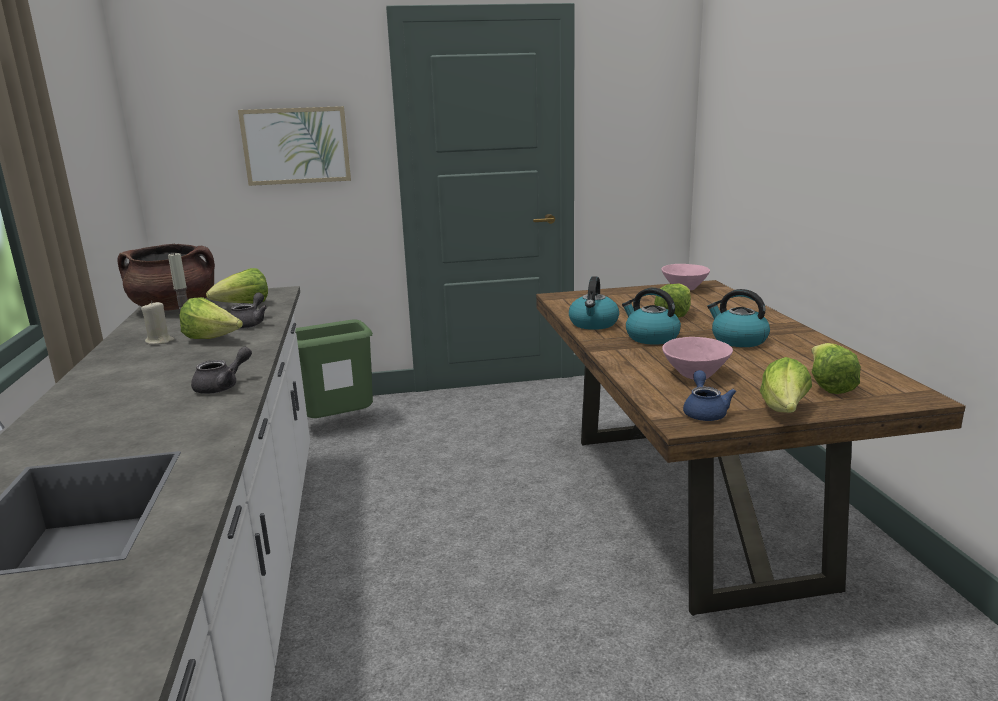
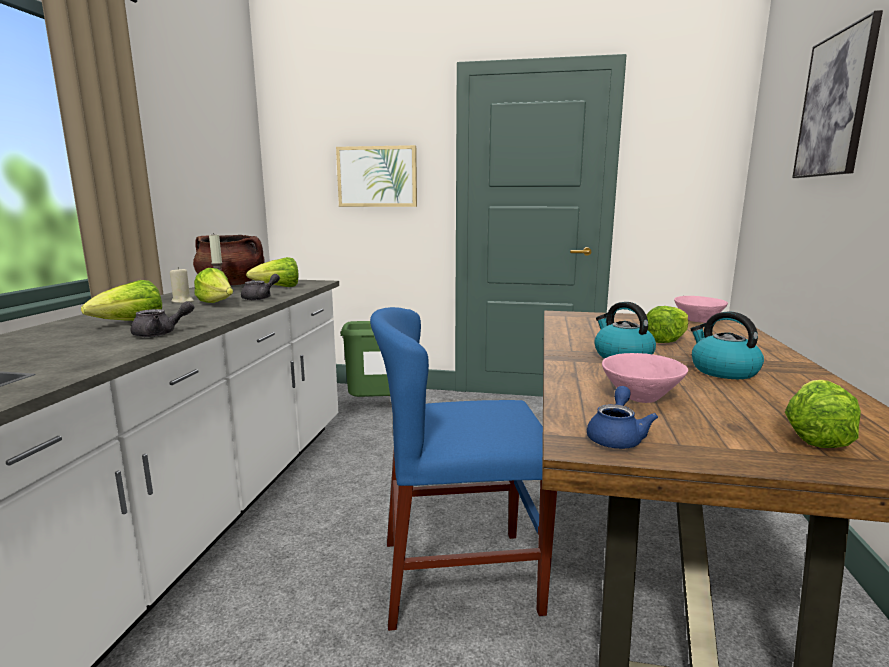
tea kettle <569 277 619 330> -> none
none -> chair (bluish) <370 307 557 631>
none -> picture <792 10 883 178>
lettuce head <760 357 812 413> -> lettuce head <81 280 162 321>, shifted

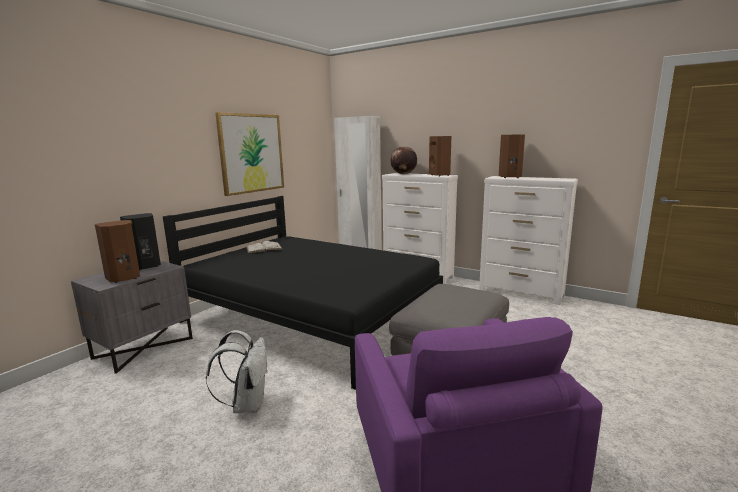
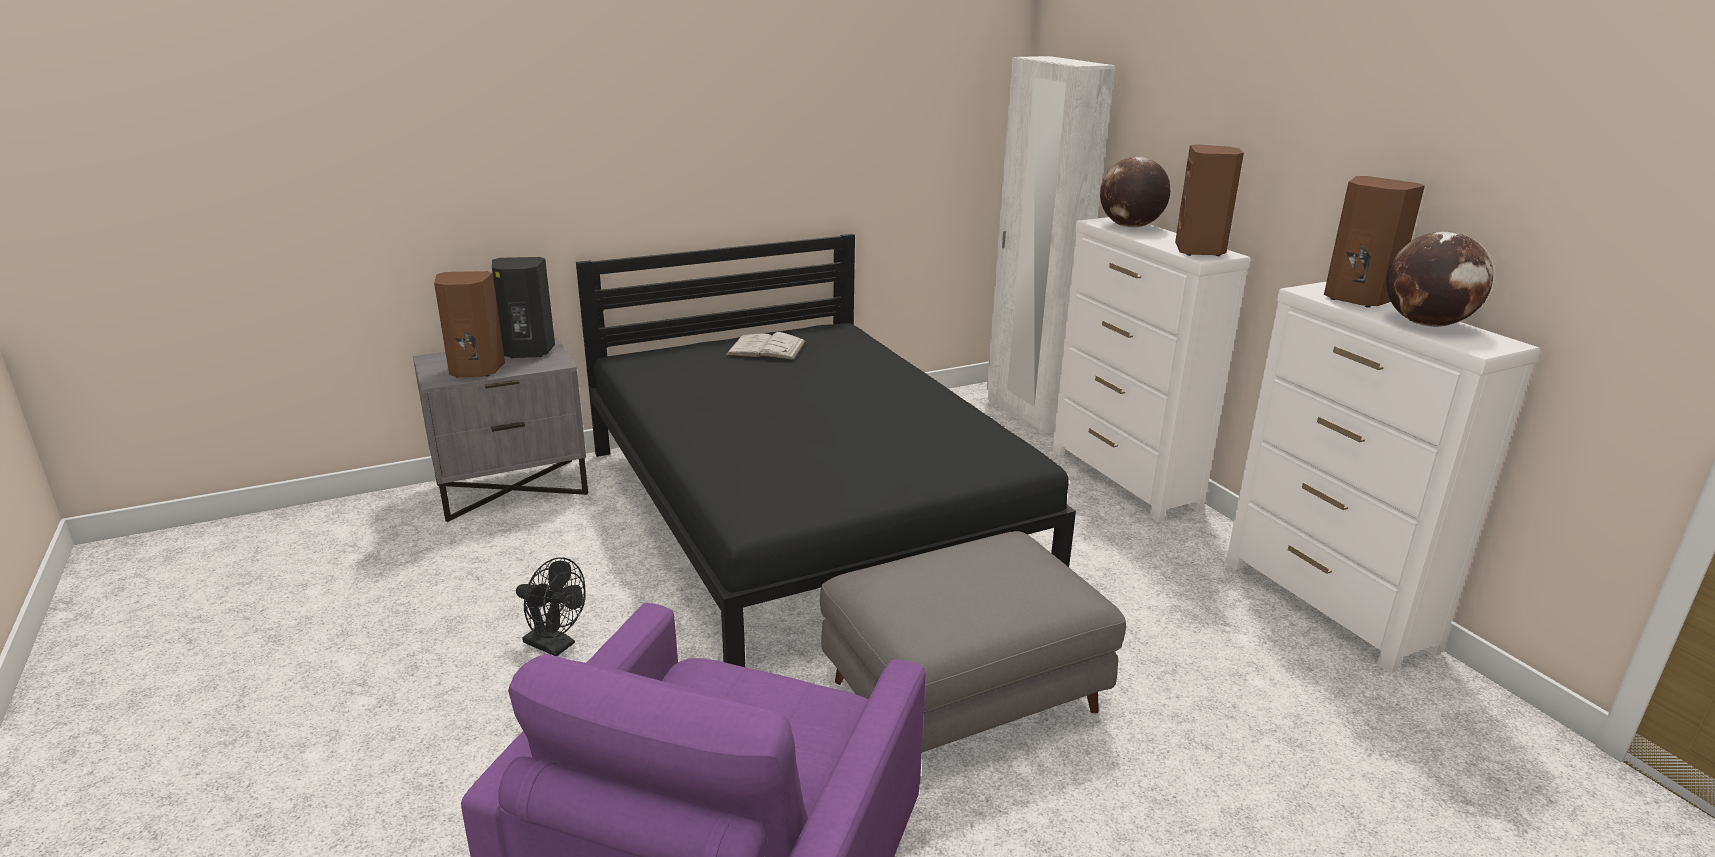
picture <215 112 284 196> -> none
none -> world globe <1386 232 1493 327>
backpack (white-coloured) <206 330 268 413> -> cooling fan (black-coloured) <516 557 586 656>

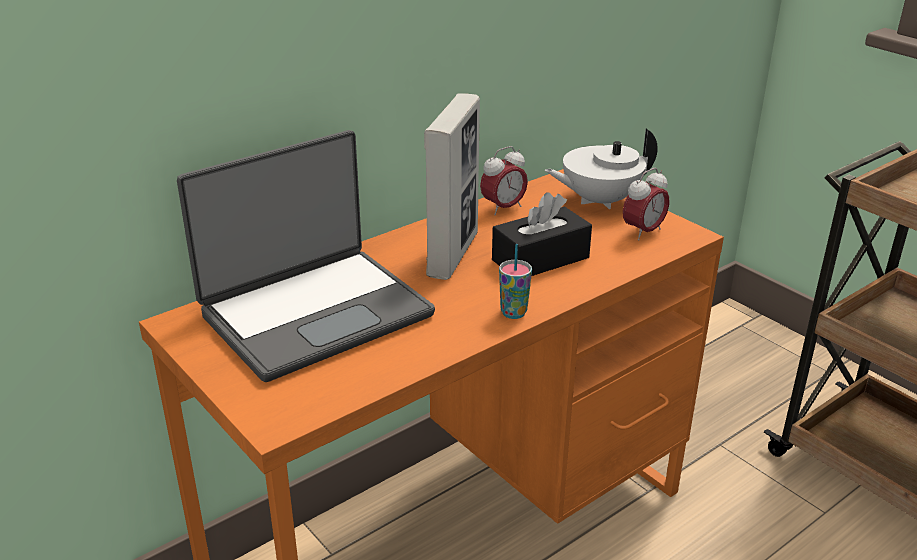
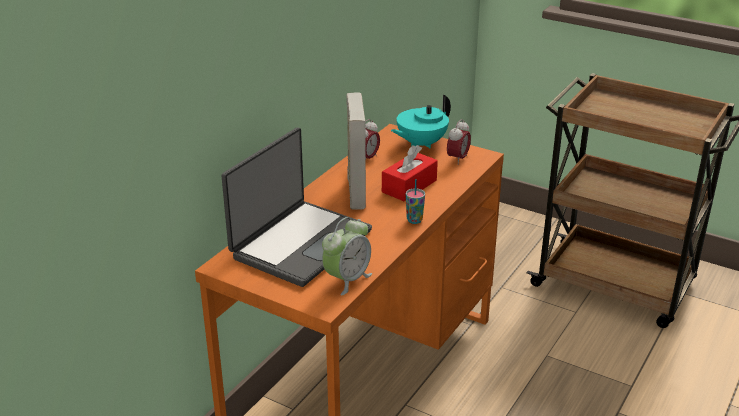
none -> alarm clock <322 217 372 295>
tissue holder (black-coloured) <492 192 592 276> -> tissue holder (red-coloured) <382 145 438 202>
tea pot (white-coloured) <544 129 658 209> -> tea pot (blue-green) <391 95 451 148>

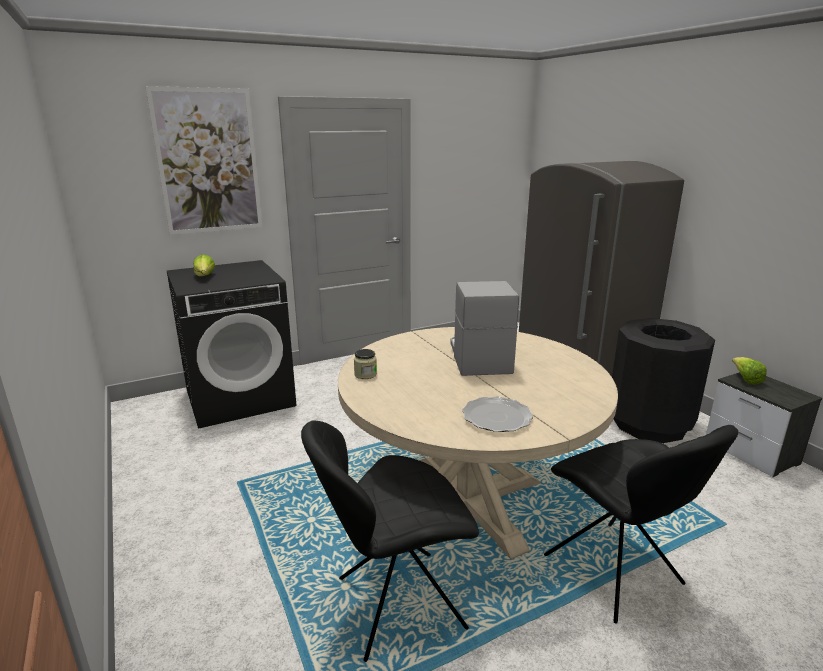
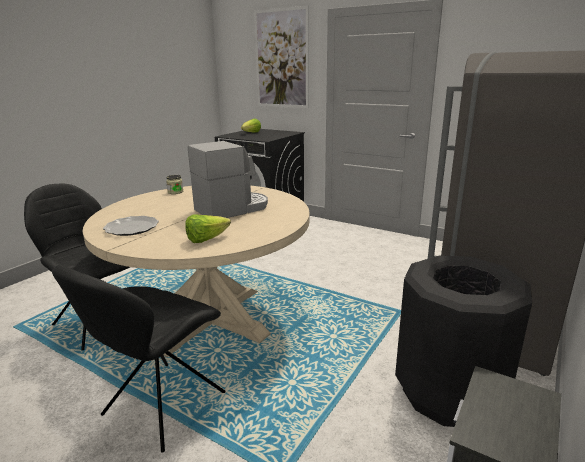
lettuce head <732 357 767 385> -> lettuce head <185 215 231 243>, shifted

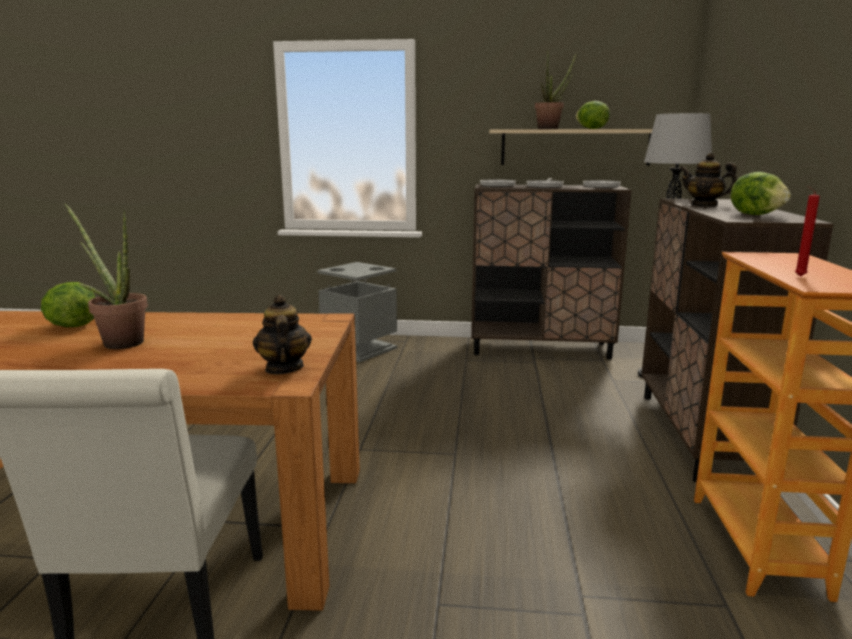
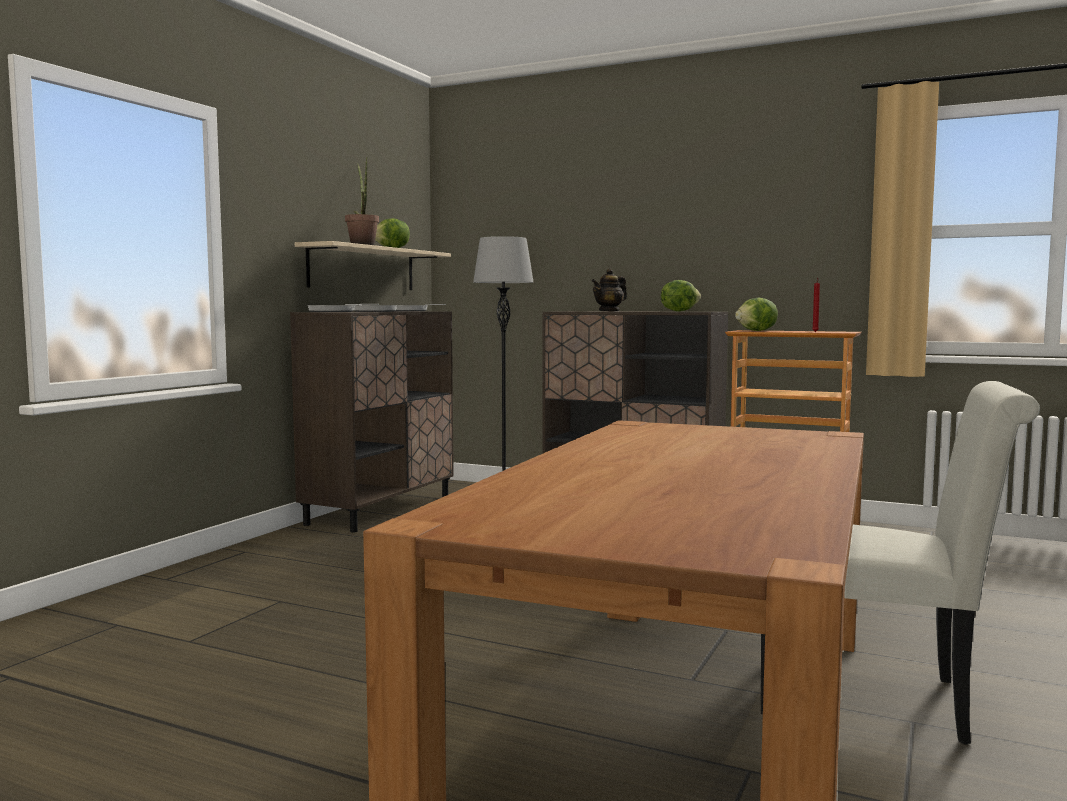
houseplant <65 203 148 349> -> none
tea pot <253 294 312 374> -> none
rubbish bin (greyish) <317 262 397 362> -> none
lettuce head <41 282 95 327> -> lettuce head <735 298 778 331>, shifted

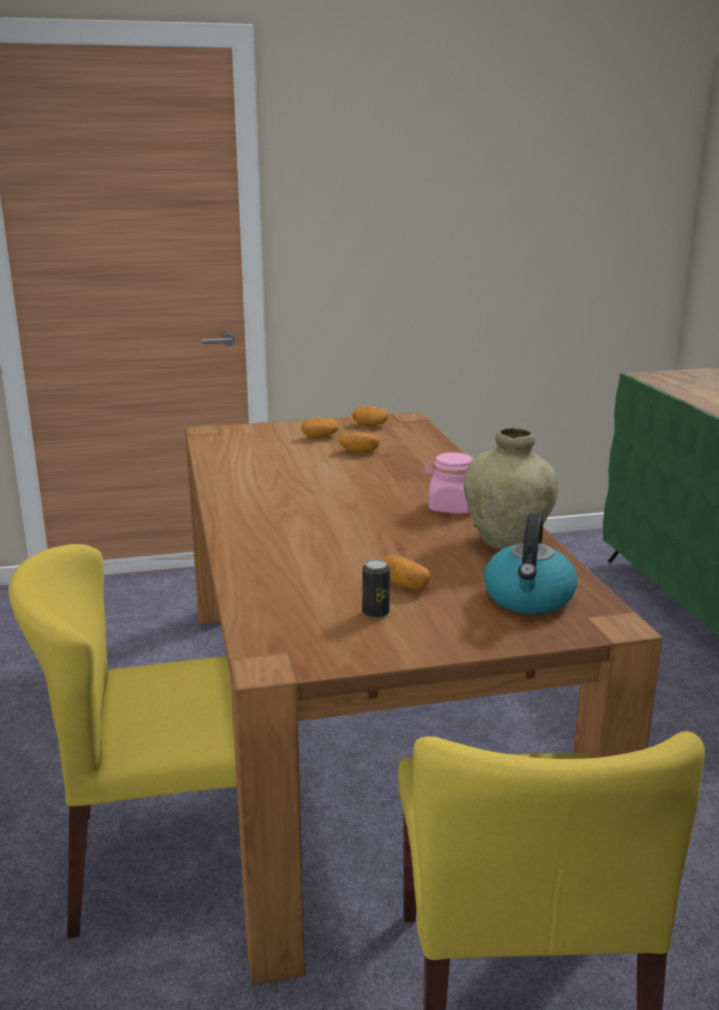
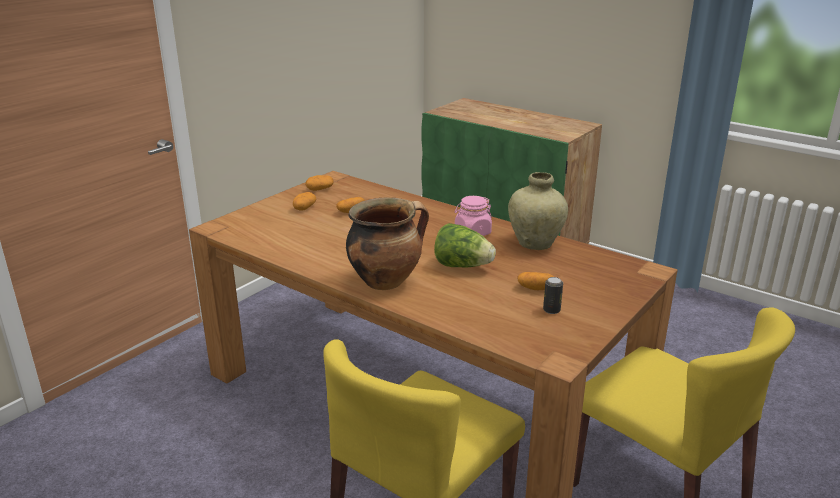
tea kettle <484 513 578 614> -> none
none -> cooking pot <346 197 429 290>
none -> lettuce head <434 223 496 267>

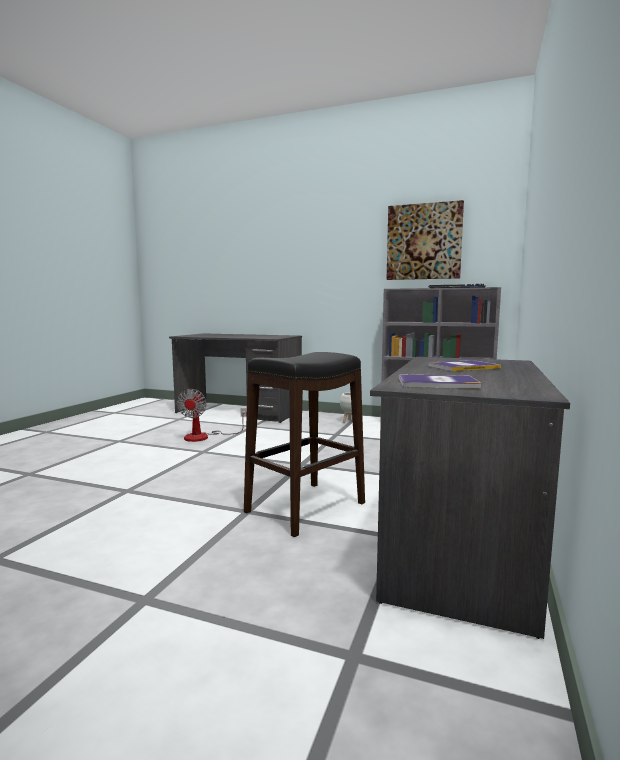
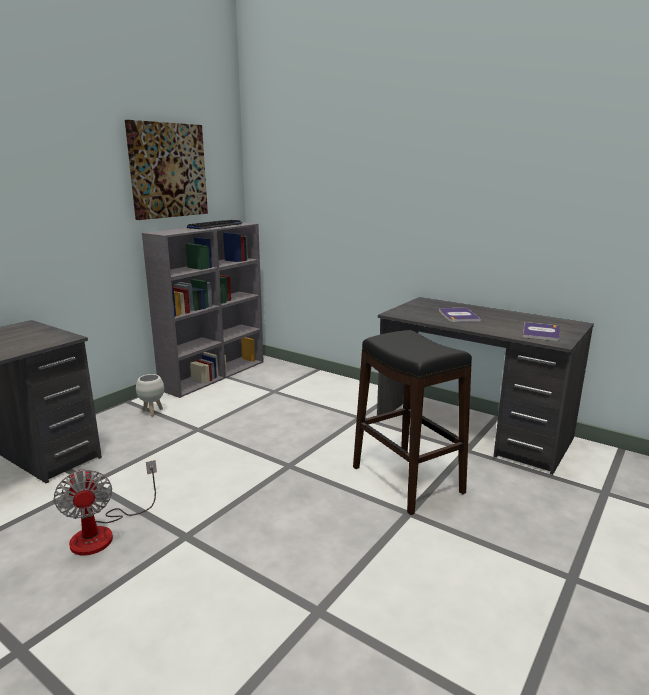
cooling fan <177 389 247 442> -> cooling fan <53 460 157 556>, 45 degrees clockwise

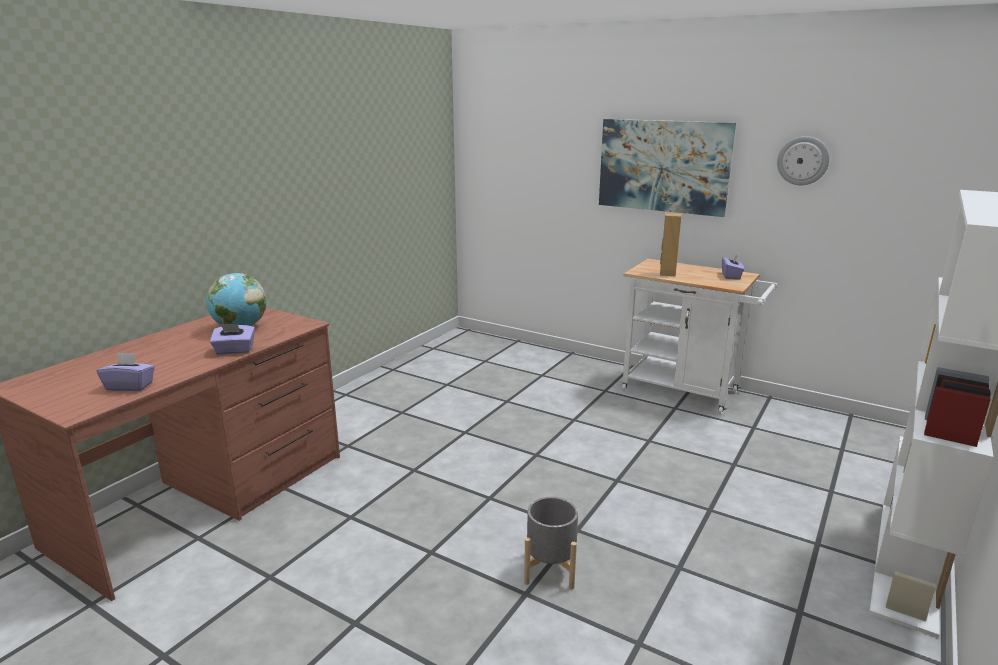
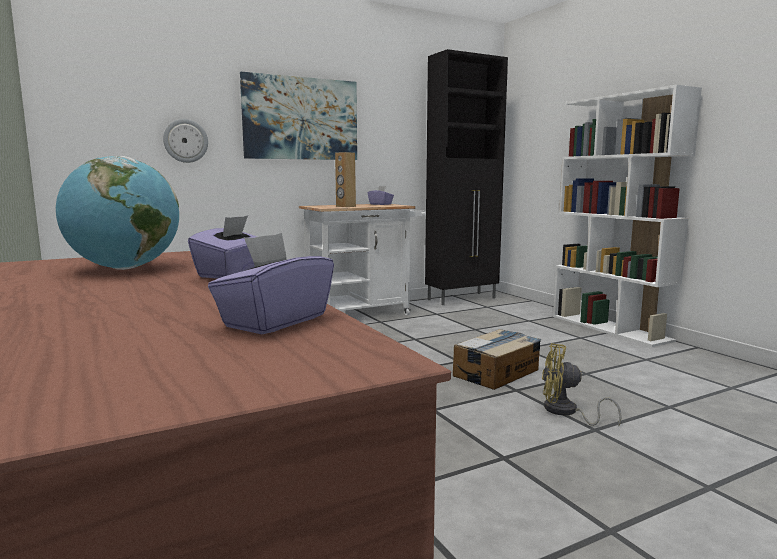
none -> cupboard (black-coloured) <425 49 508 305>
none -> packing box <453 329 541 390>
clock on the wall <777 136 829 185> -> clock on the wall <163 119 208 163>, shifted
flower pot (greyish) <524 497 578 589> -> cooling fan (yellow) <542 343 622 427>

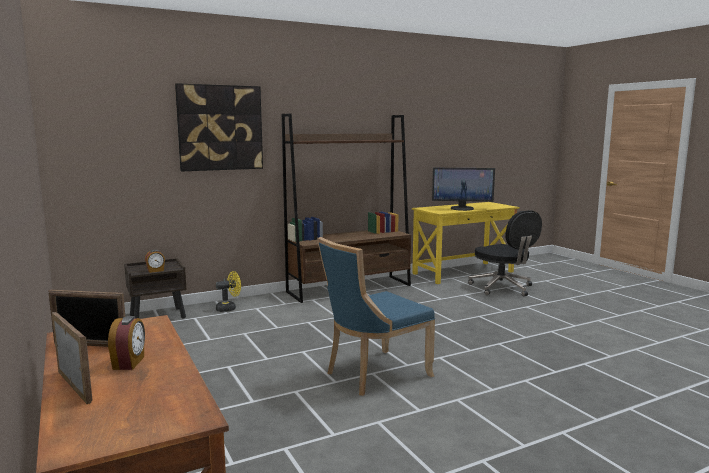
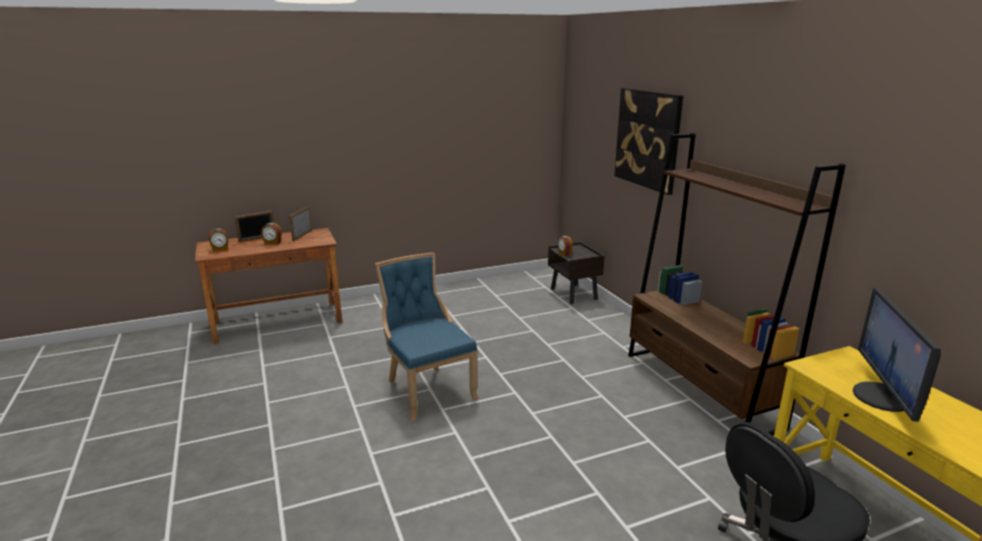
cooling fan (yellow) <216 271 241 312> -> none
none -> alarm clock <208 228 228 252>

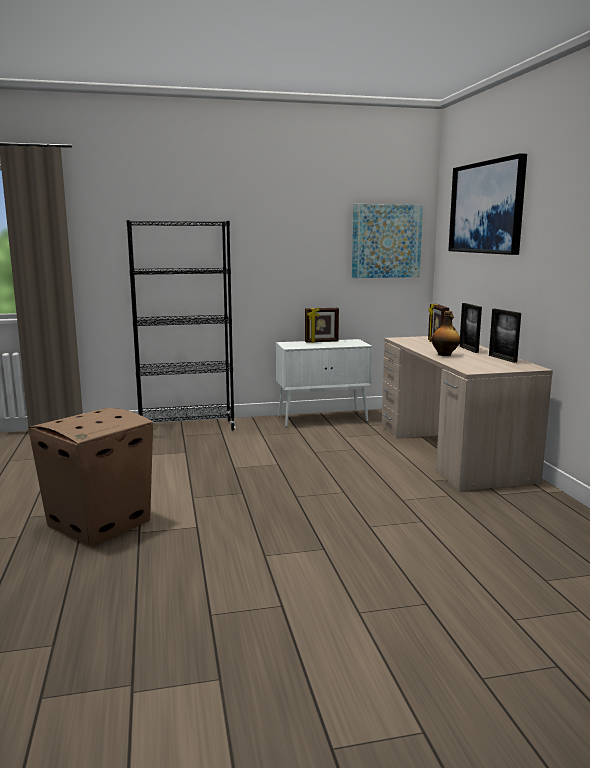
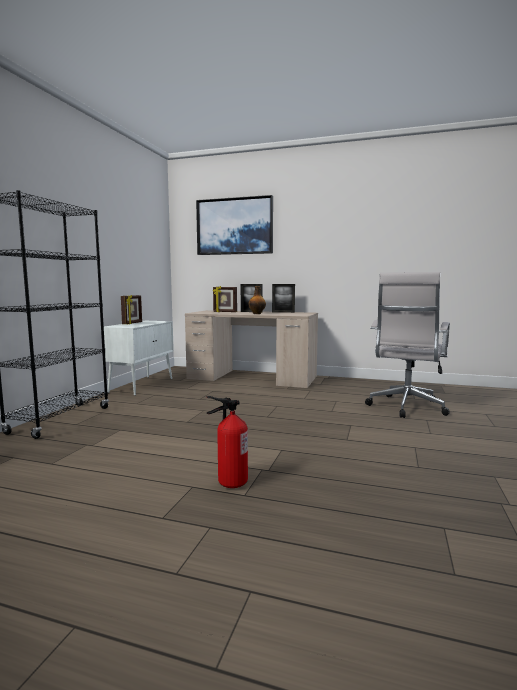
picture <352 204 423 278> -> none
none -> office chair (white-coloured) <365 272 450 418>
packing box <28 408 153 547> -> fire-fighting cylinder <207 396 248 488>

